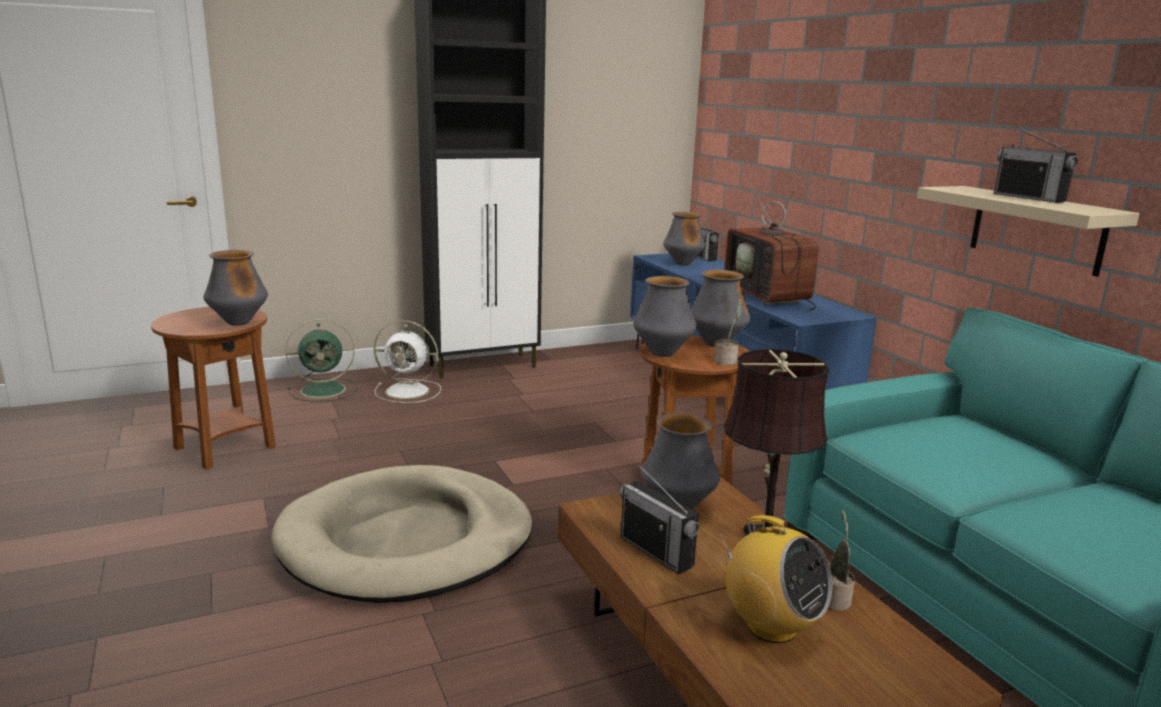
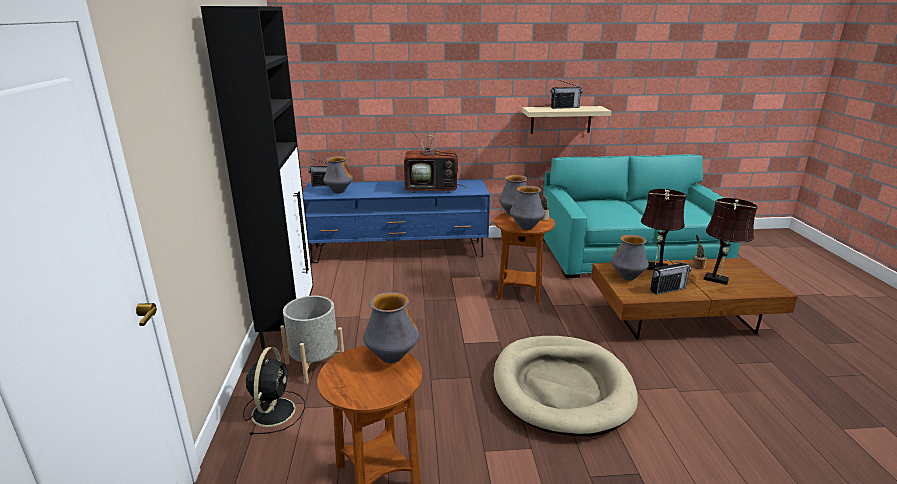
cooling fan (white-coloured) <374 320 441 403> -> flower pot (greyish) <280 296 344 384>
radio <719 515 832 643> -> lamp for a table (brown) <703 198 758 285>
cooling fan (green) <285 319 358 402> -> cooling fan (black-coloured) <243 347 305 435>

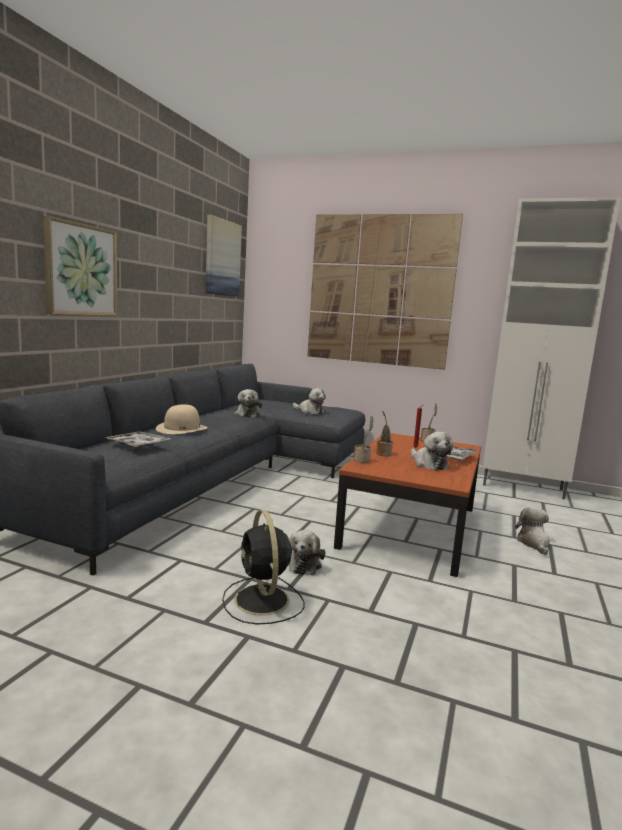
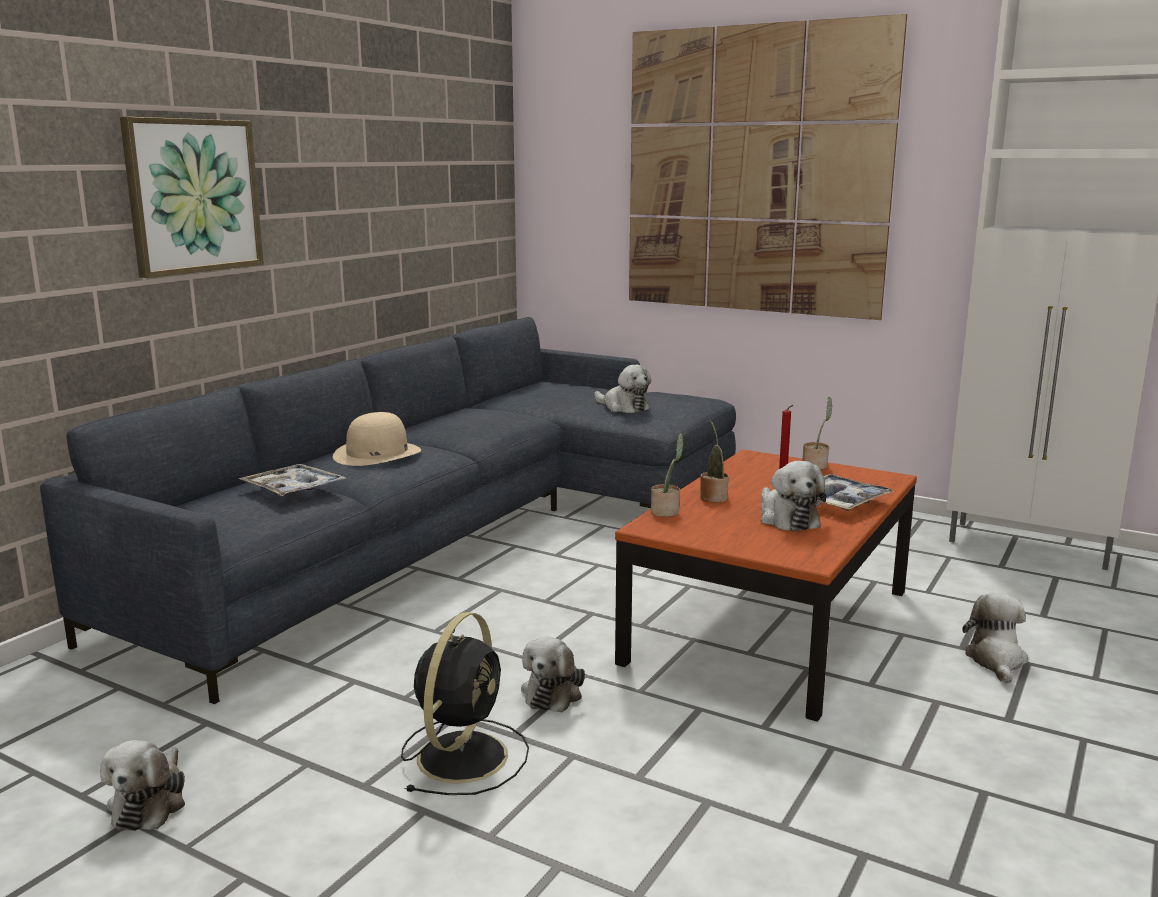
picture <206 215 242 297> -> none
plush toy <235 389 262 417> -> plush toy <100 740 185 831>, shifted
cooling fan (black-coloured) <222 510 305 625> -> cooling fan (black-coloured) <401 612 529 795>, 150 degrees counterclockwise

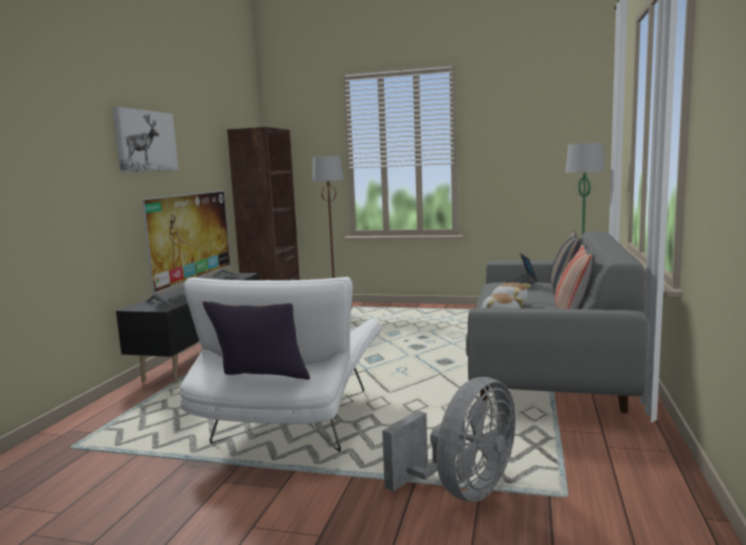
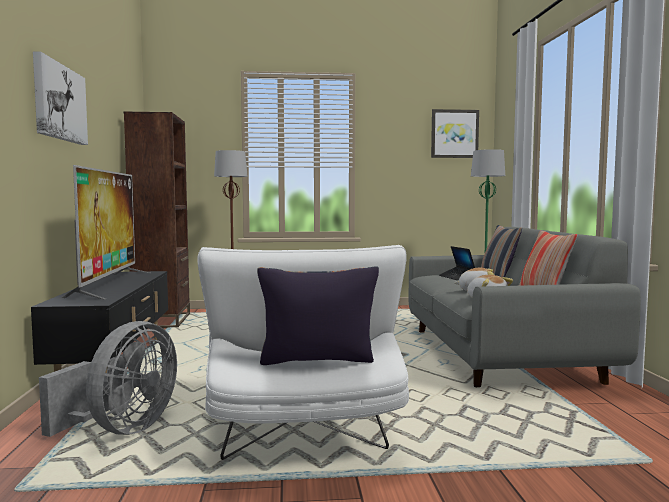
none -> picture <431 109 479 158>
cooling fan (greyish) <382 377 516 502> -> cooling fan (greyish) <39 321 177 437>, shifted

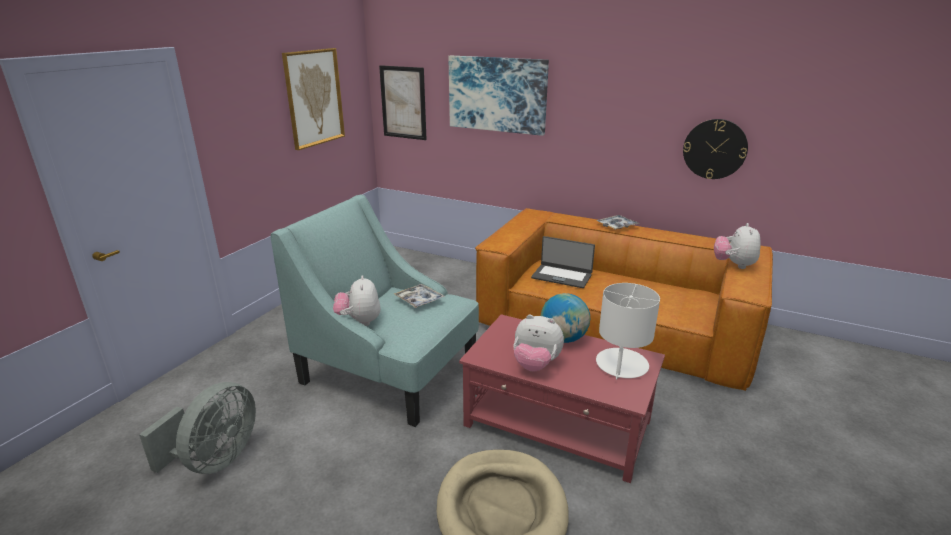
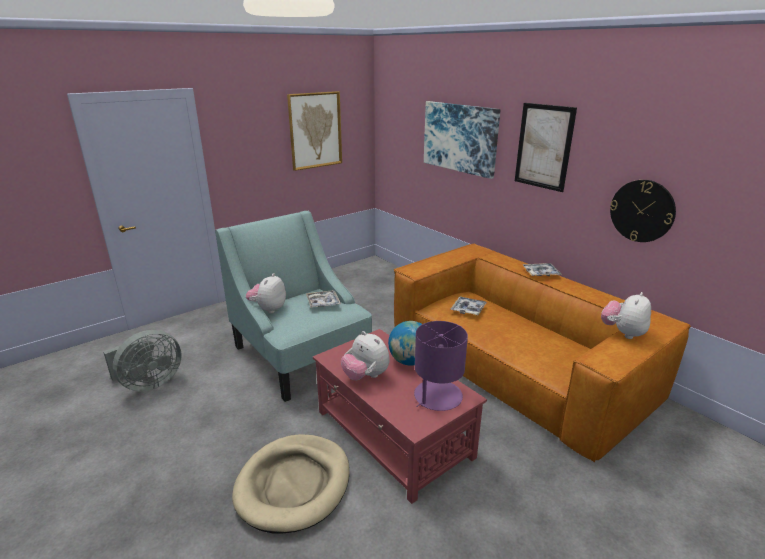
picture <379 65 427 140> -> picture <515 103 577 192>, shifted
notebook computer <531 236 595 288> -> tray <451 297 487 315>
lamp for a table (white-coloured) <596 283 660 380> -> lamp for a table (purple) <414 321 468 411>

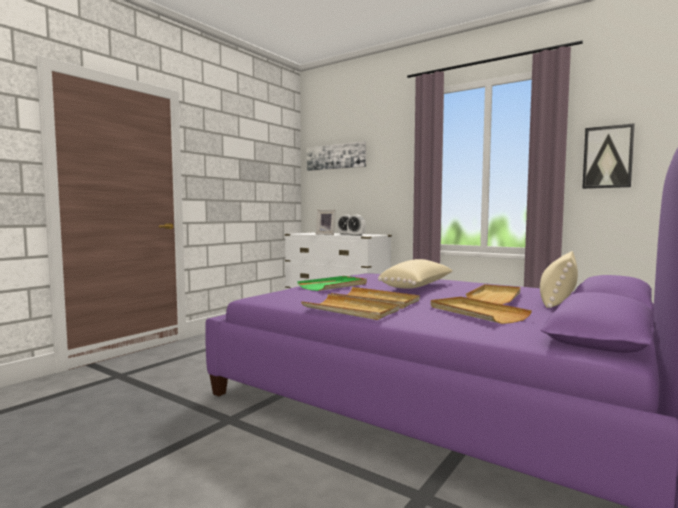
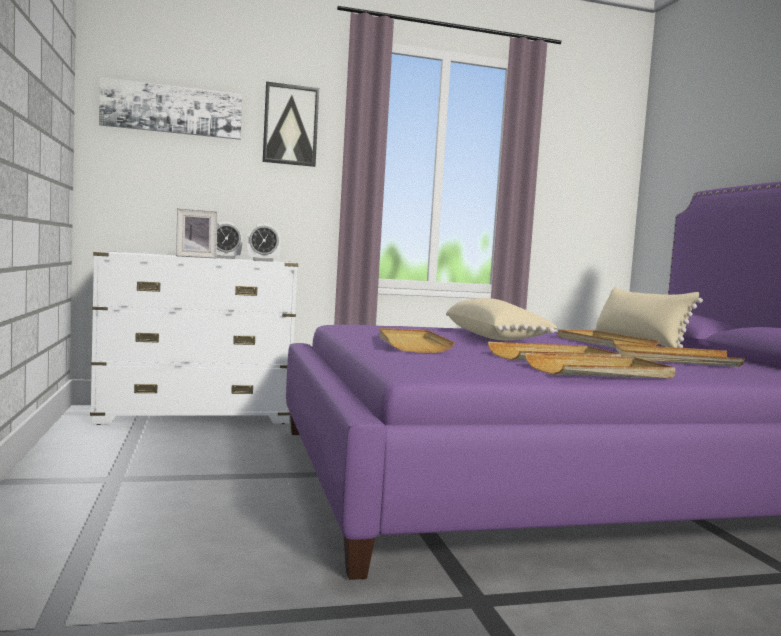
picture <582 123 635 189> -> picture <262 82 319 167>, shifted
tray (green) <297 276 367 291> -> tray (beige) <379 328 455 353>

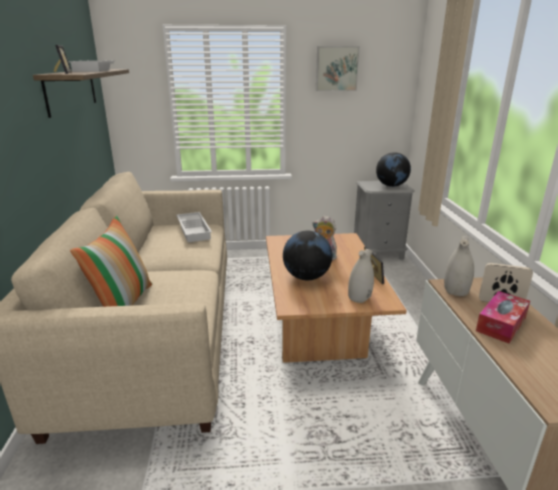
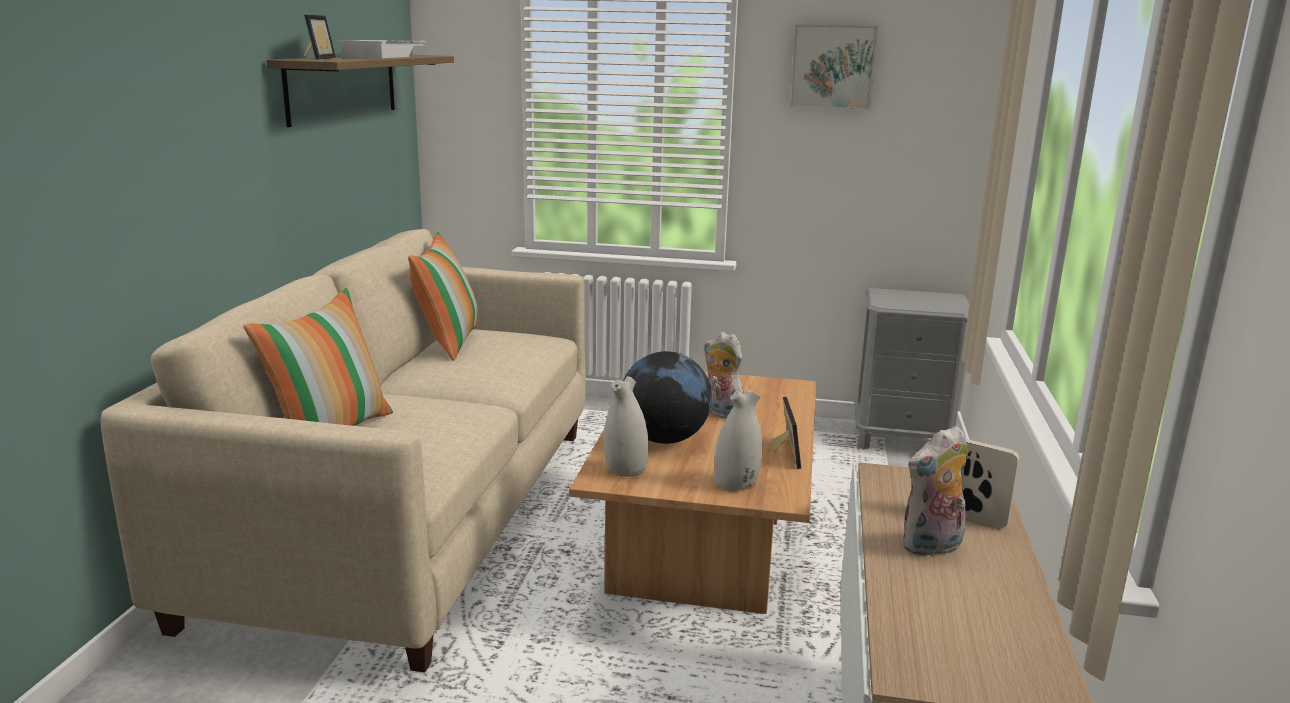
tray (white-coloured) <176 212 212 242> -> none
world globe <376 152 411 187> -> none
none -> throw pillow <408 232 477 361>
flower vase (white-coloured) <444 236 474 296> -> flower vase (white-coloured) <603 376 649 477>, shifted
tissue holder <476 291 530 344> -> plush toy <902 426 967 557>

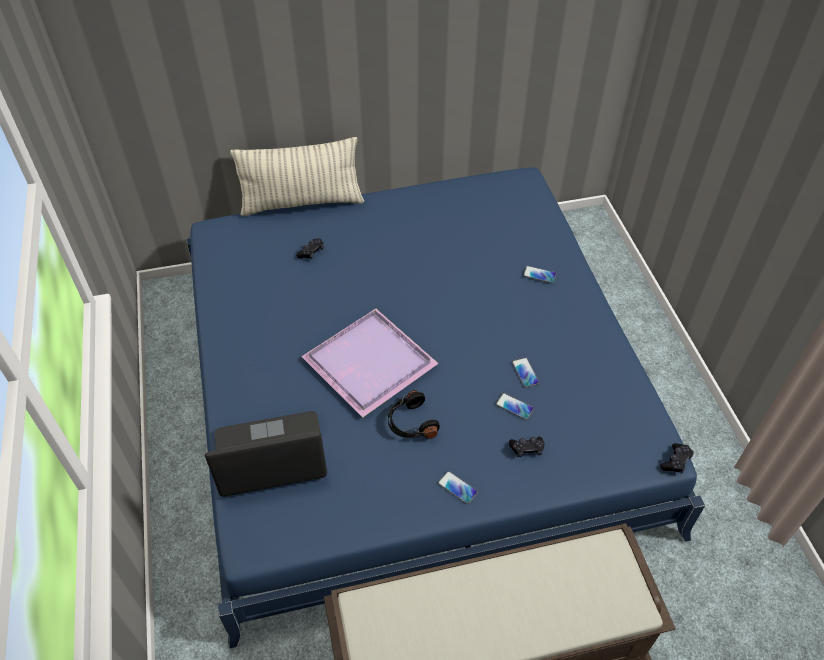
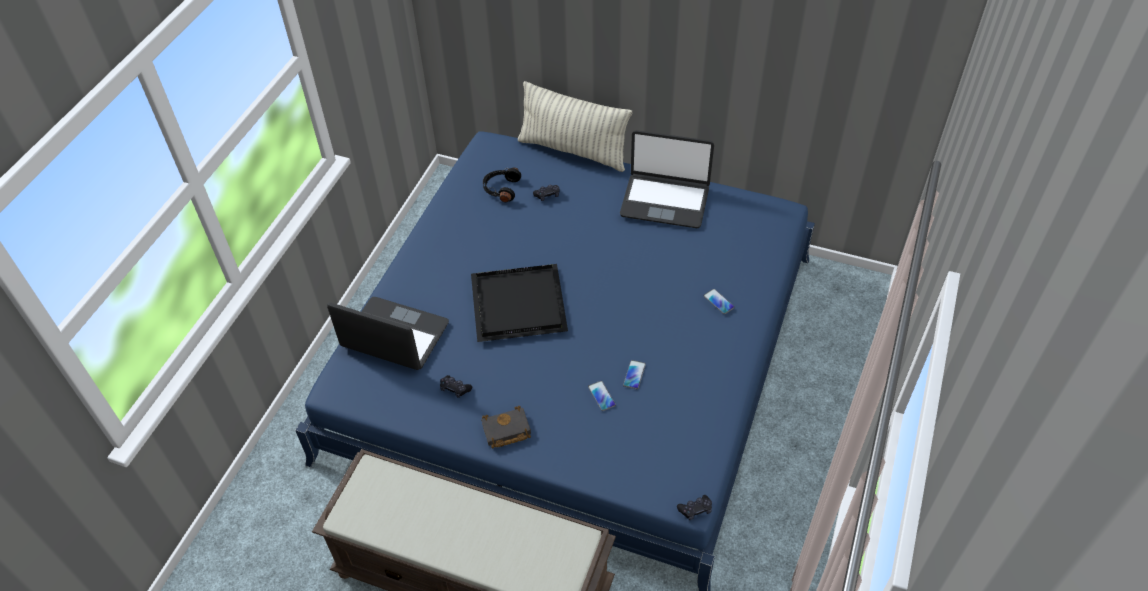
none -> notebook computer <620 130 714 228>
pair of headphones (black-coloured) <388 390 440 439> -> pair of headphones (black-coloured) <483 168 521 202>, shifted
gamepad (black-coloured) <509 437 545 457> -> gamepad (black-coloured) <440 375 472 398>, shifted
handset <438 471 478 504> -> bound book (black-coloured) <481 406 531 448>
tray (purple) <301 309 439 418> -> tray (black-coloured) <471 264 568 342>

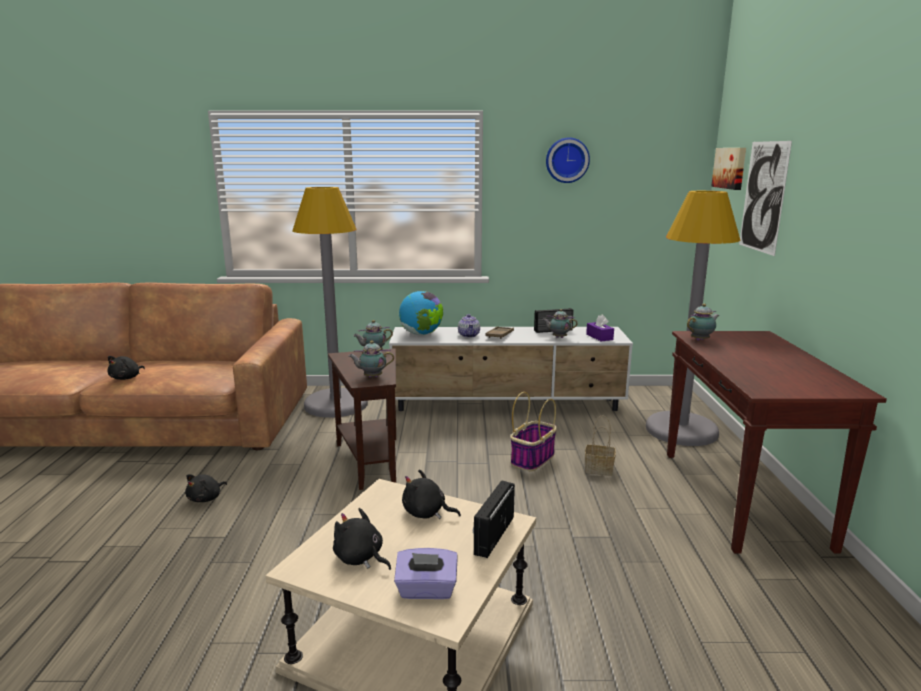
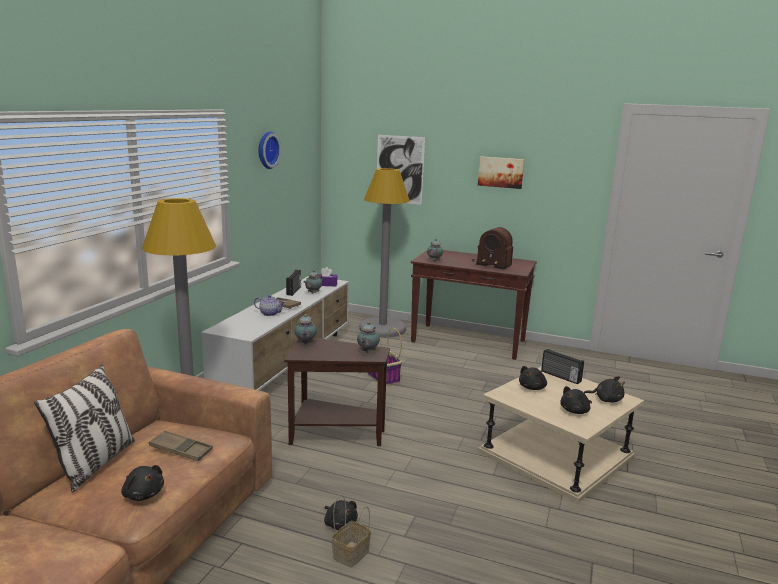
world globe <399 291 443 335> -> none
none -> throw pillow <34 364 135 492>
none -> tray (brown) <149 430 213 461>
none -> radio <472 227 513 269>
basket <585 415 616 476> -> basket <332 494 371 568>, shifted
picture <711 148 746 190> -> picture <478 156 524 189>, shifted
tissue holder (purple) <394 548 458 599> -> plush toy (black-coloured) <584 376 625 402>

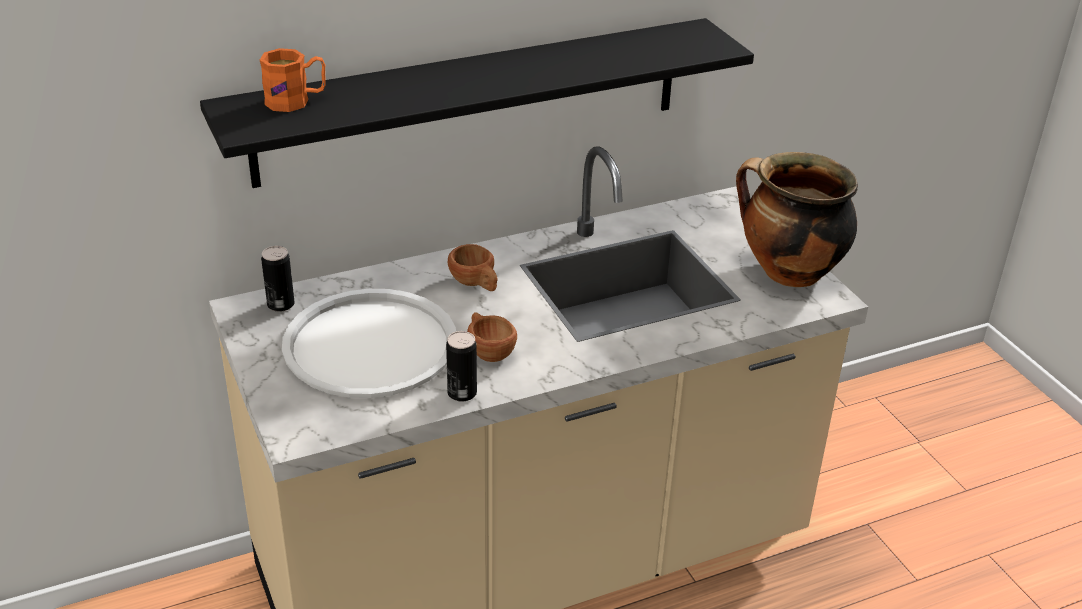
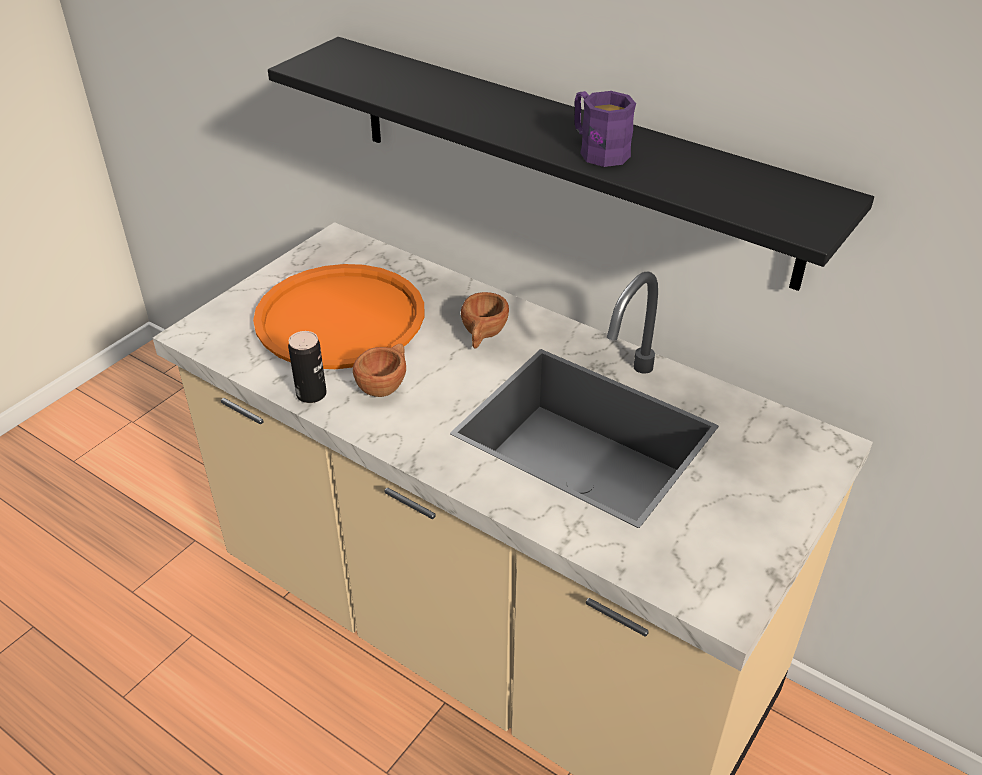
coffee mug (orange-coloured) <260 48 326 112> -> none
sealed can <261 246 294 312> -> none
cooking pot <736 152 858 287> -> none
none -> coffee mug (purple) <575 91 636 167>
tray (white-coloured) <282 289 456 398> -> tray (orange-coloured) <253 264 424 369>

